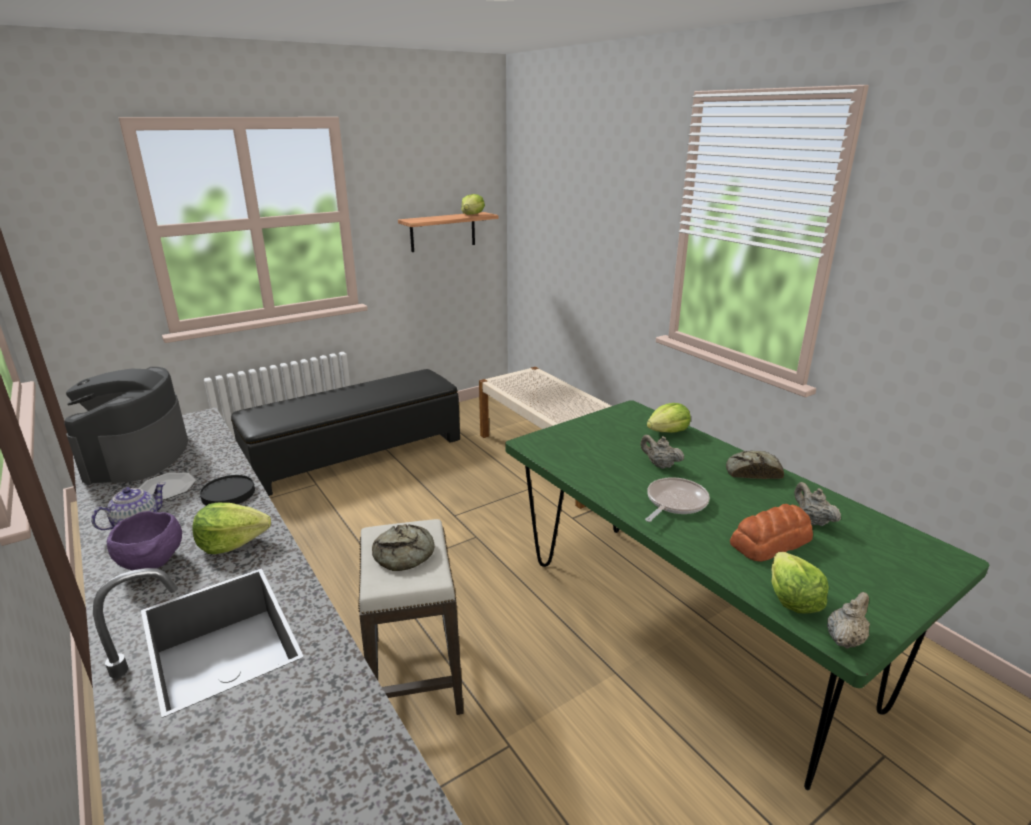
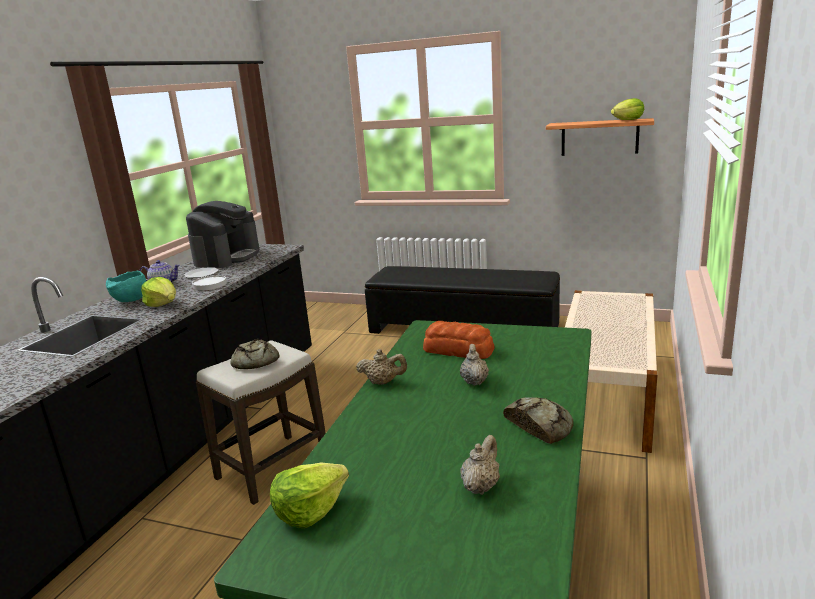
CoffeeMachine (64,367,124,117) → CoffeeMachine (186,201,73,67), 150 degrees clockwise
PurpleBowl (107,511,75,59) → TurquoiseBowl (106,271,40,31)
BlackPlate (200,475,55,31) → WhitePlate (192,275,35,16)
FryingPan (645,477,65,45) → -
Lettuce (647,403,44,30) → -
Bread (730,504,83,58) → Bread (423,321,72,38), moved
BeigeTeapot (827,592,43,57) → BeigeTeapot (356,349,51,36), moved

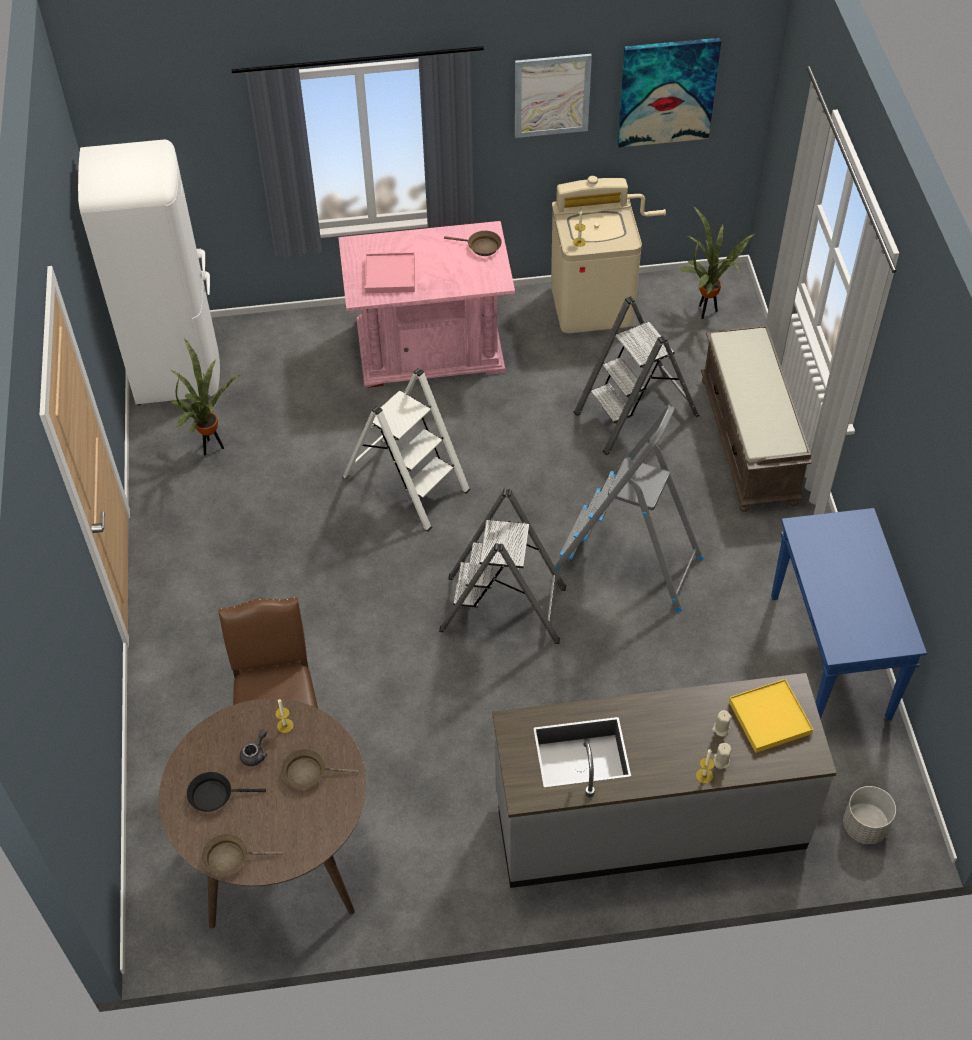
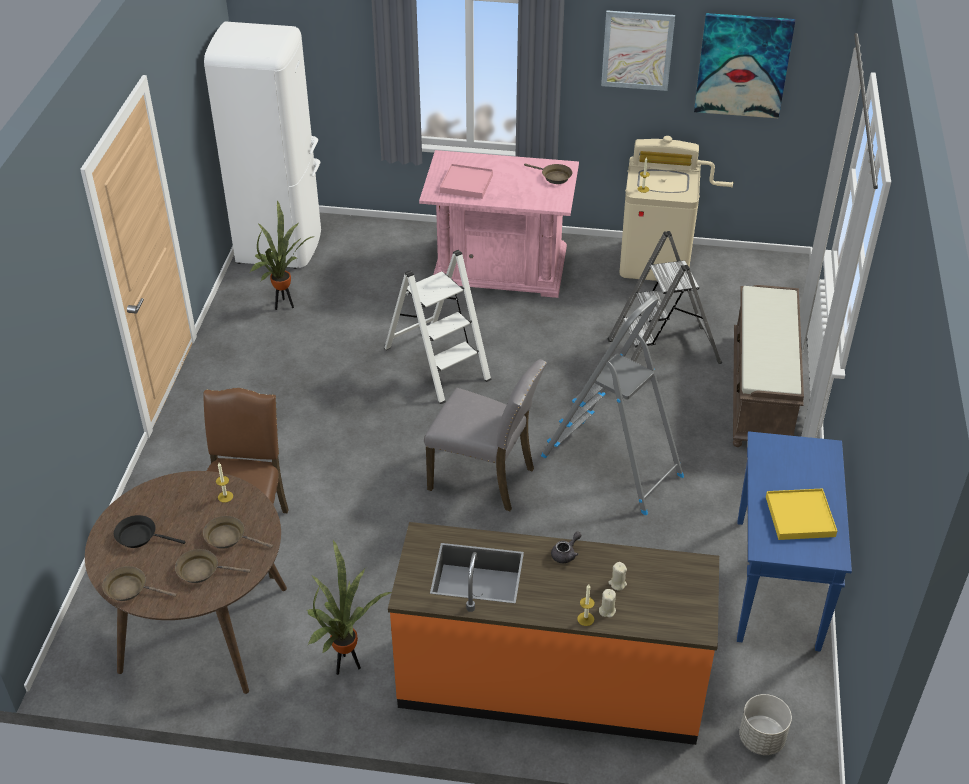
GreyTeapot (240,729,27,37) → GreyTeapot (551,531,31,32), moved
GreyStepLadder (439,489,127,155) → GreyChair (424,359,123,152)
GreyCounter (492,673,345,215) → OrangeCounter (388,522,331,223)
PottedPlant (679,206,76,113) → PottedPlant (307,540,85,135), moved
YellowTray (729,679,84,74) → YellowTray (766,488,71,52), moved
- → BrownFryingPan (175,549,75,34)

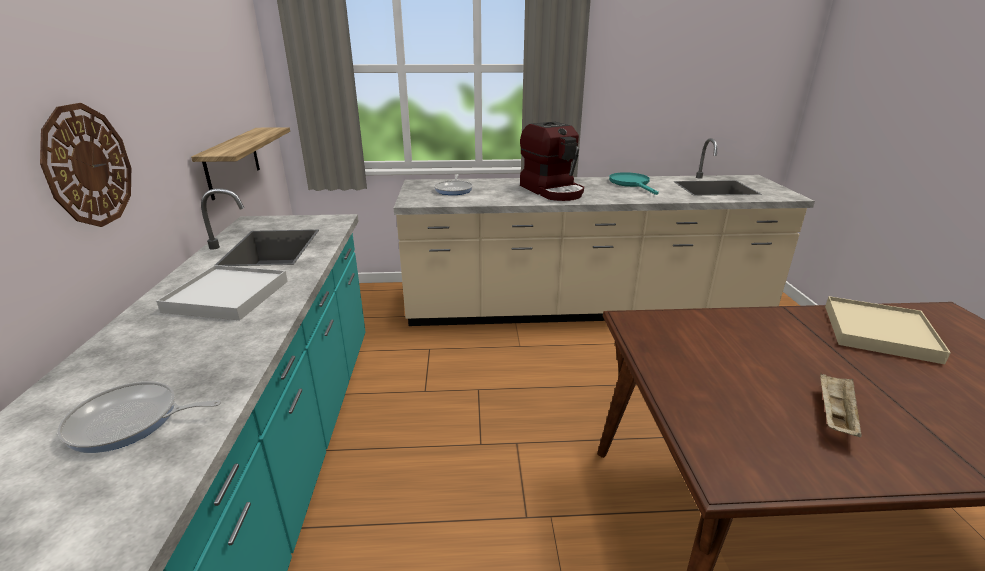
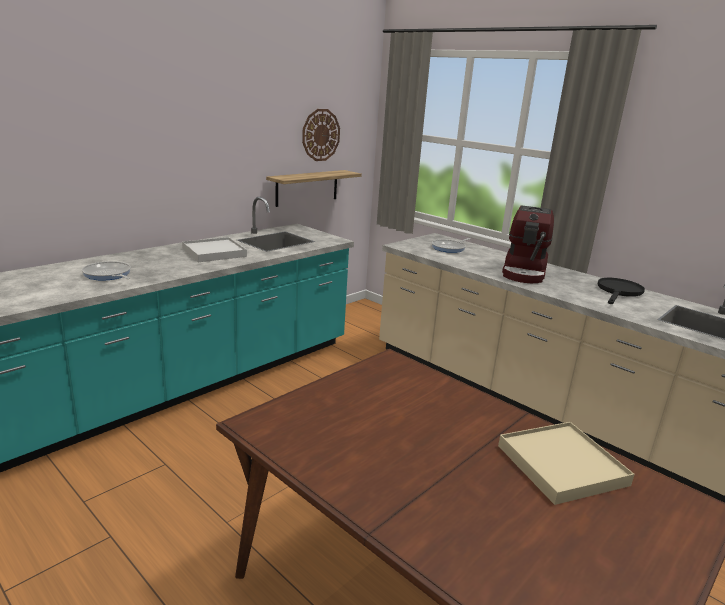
WallClock (40,103,91,124) → WallClock (302,109,38,52), moved
TurquoiseFryingPan (609,172,50,23) → BlackFryingPan (598,278,47,26)
BeigeTray (820,374,42,63) → -

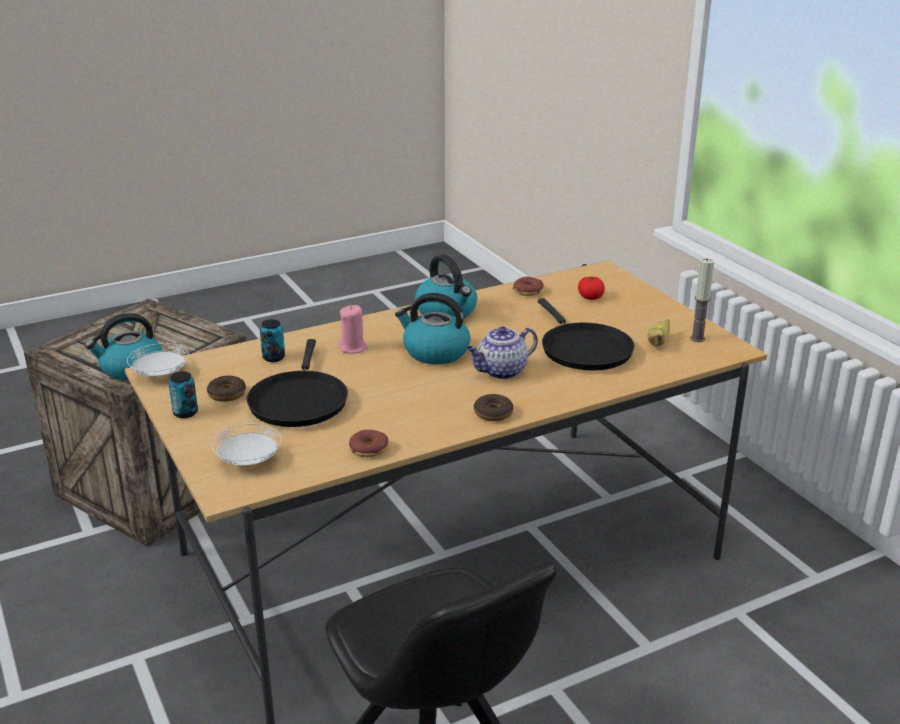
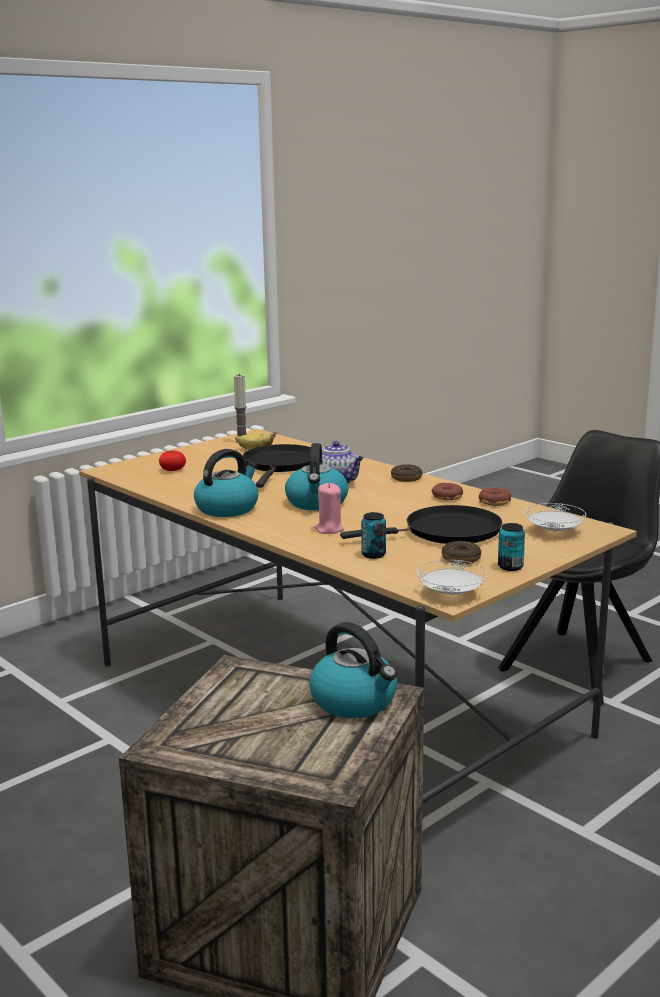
Donut (513,277,31,19) → Donut (432,483,31,17), moved
BlackFryingPan (538,298,97,73) → BlackFryingPan (243,444,68,43), 45 degrees counterclockwise

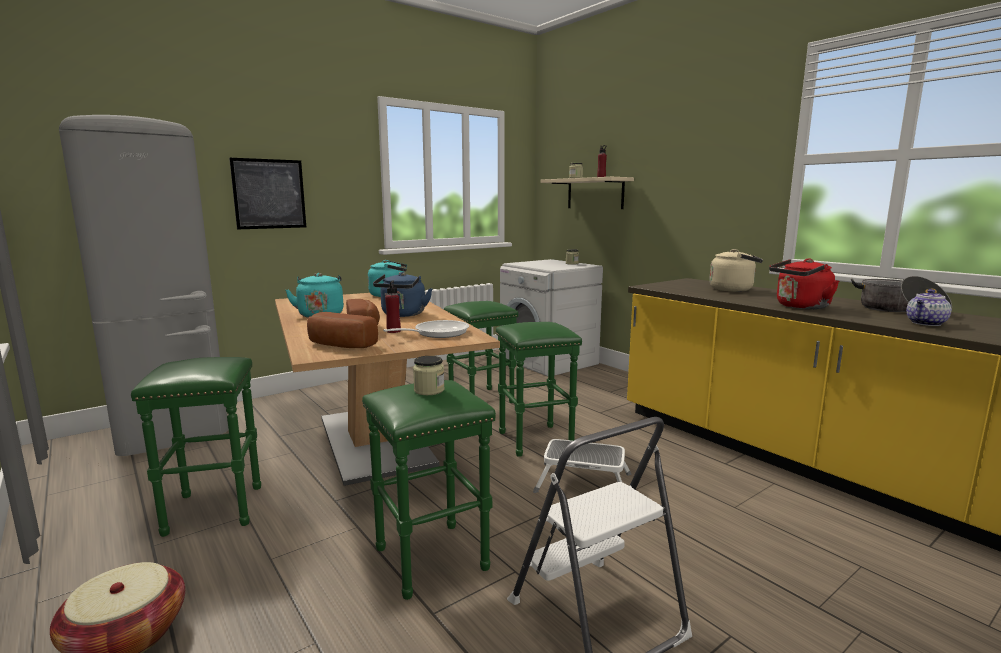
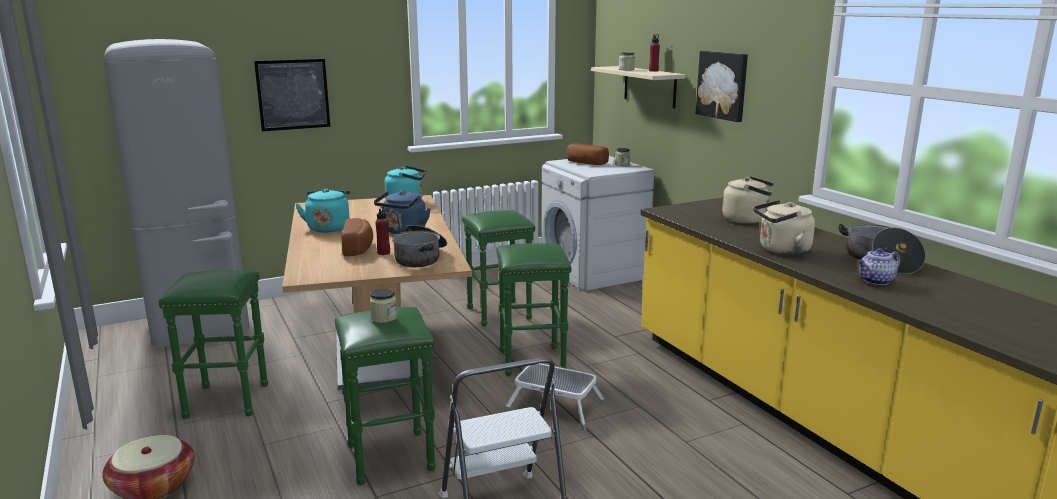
Bread (307,312,71,36) → Bread (567,143,42,22), moved
FryingPan (383,320,86,18) → CookingPot (392,225,55,42)
RedKettle (769,258,70,51) → BeigeKettle (753,200,62,55)
- → Picture (696,51,52,71)

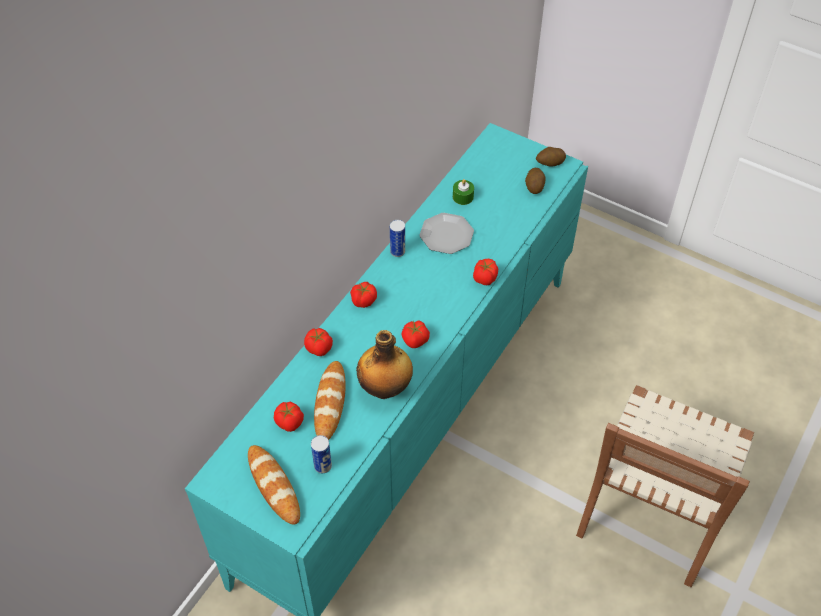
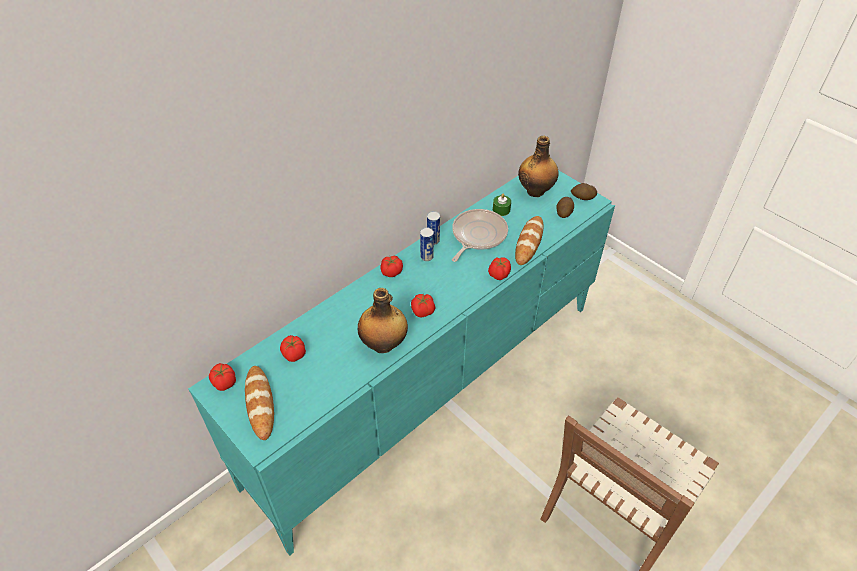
Tomato (304,328,29,28) → Tomato (209,363,27,28), moved
Can (311,435,21,38) → Can (420,228,14,33), moved
Bread (314,361,32,79) → Bread (515,216,29,49), moved
Plate (420,213,54,41) → FryingPan (452,209,56,53)
- → Bottle (518,136,41,61)

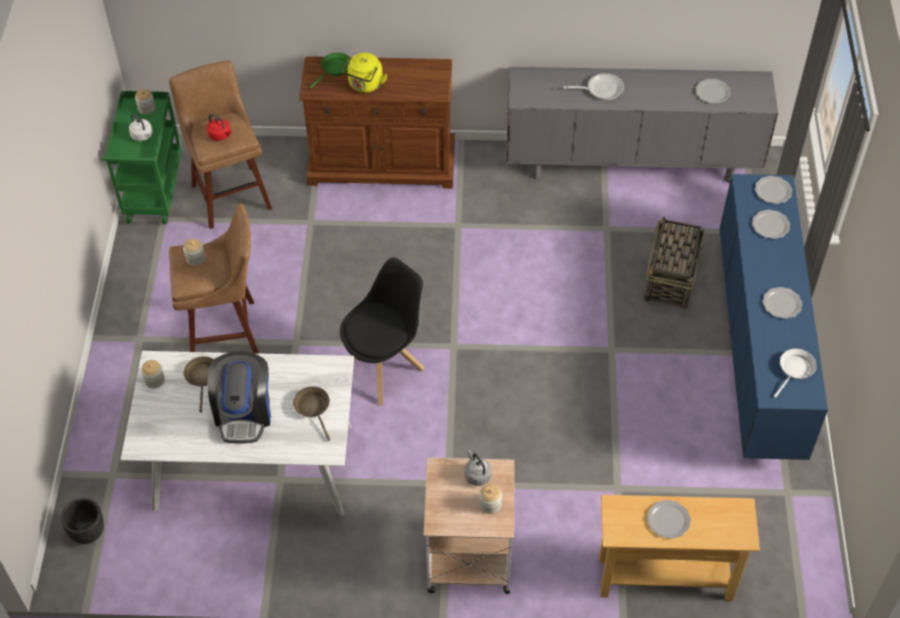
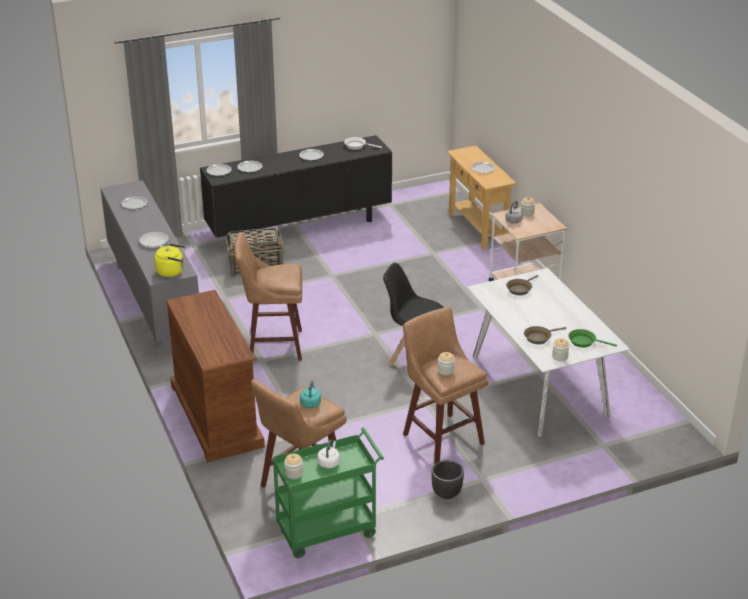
BlackPlanter (61,498,43,46) → BlackPlanter (431,460,33,39), moved
RedKettle (207,114,25,27) → TurquoiseKettle (300,380,21,28)
CoffeeMachine (208,351,63,92) → -
GreenFryingPan (309,52,40,37) → GreenFryingPan (568,329,49,19), moved
YellowKettle (342,53,45,40) → YellowKettle (154,243,32,34), moved
BlueCabinet (720,174,108,286) → BlackCabinet (200,135,192,103)
- → BrownStool (234,232,68,129)

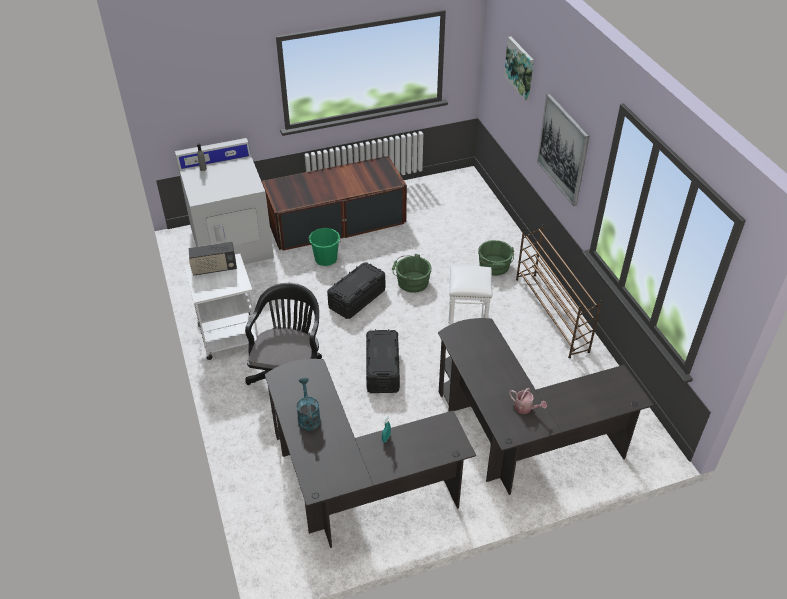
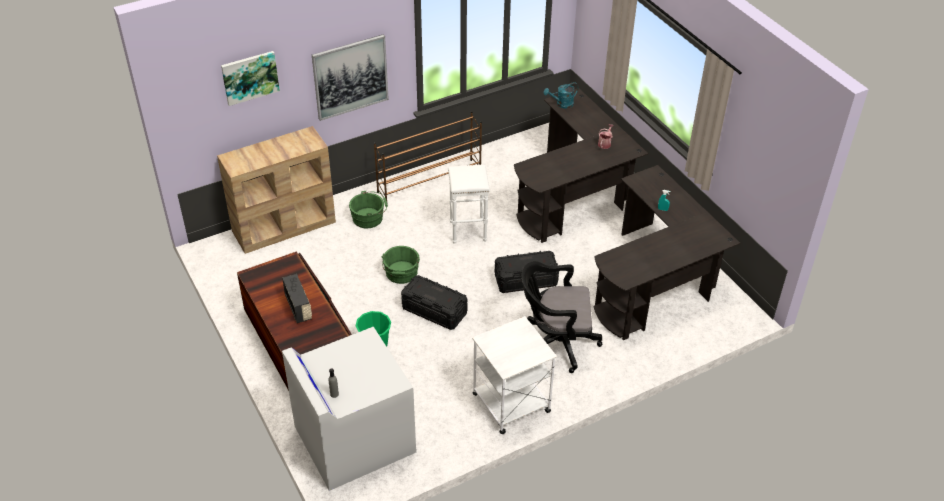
Radio (189,242,48,34) → Radio (282,274,30,49), moved
TurquoiseWateringCan (296,378,25,53) → TurquoiseWateringCan (544,82,35,26), moved
- → BrownBookcase (217,126,119,128)

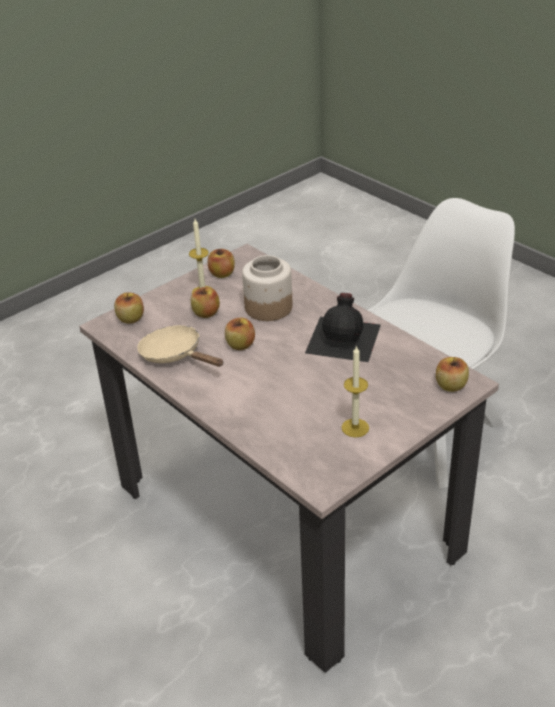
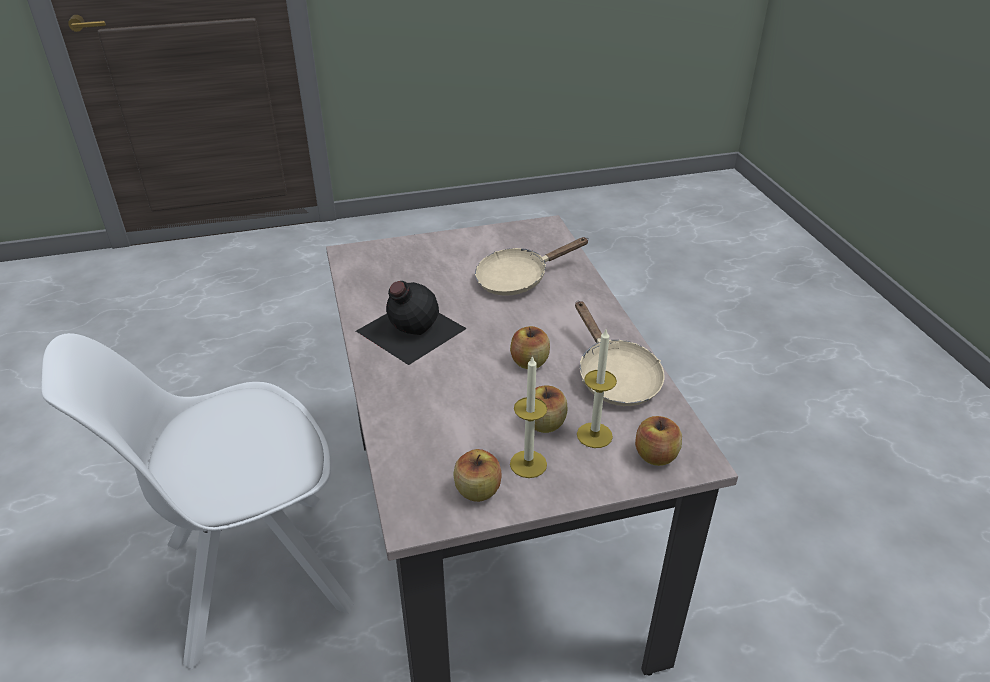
Jar (242,255,51,66) → -
Candle (341,345,28,93) → Candle (577,329,40,119), moved
Apple (436,357,33,35) → -
- → BeigeFryingPan (475,237,114,59)

